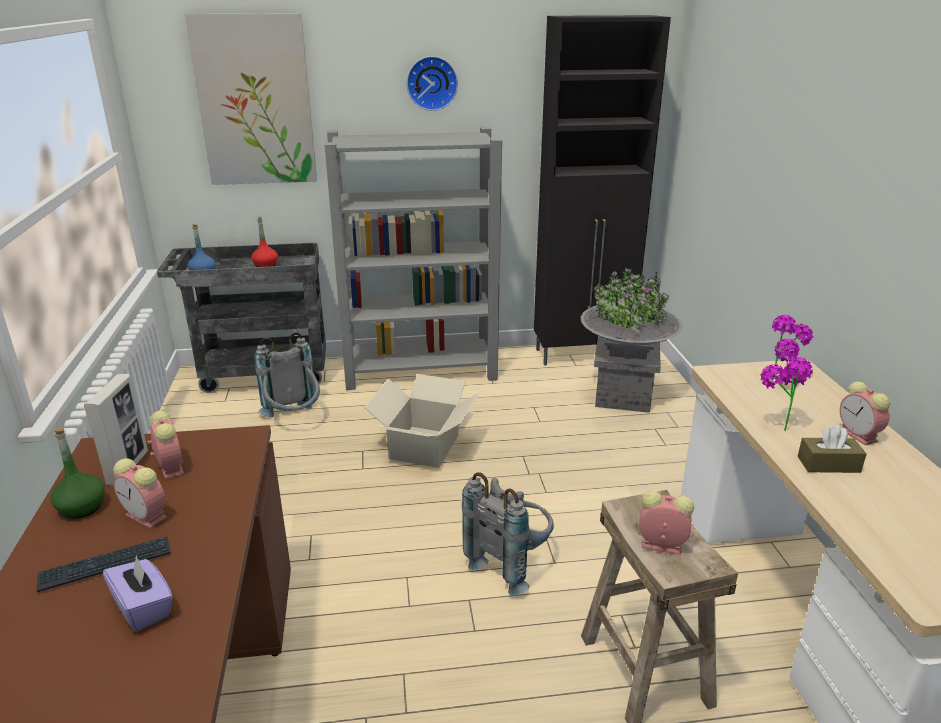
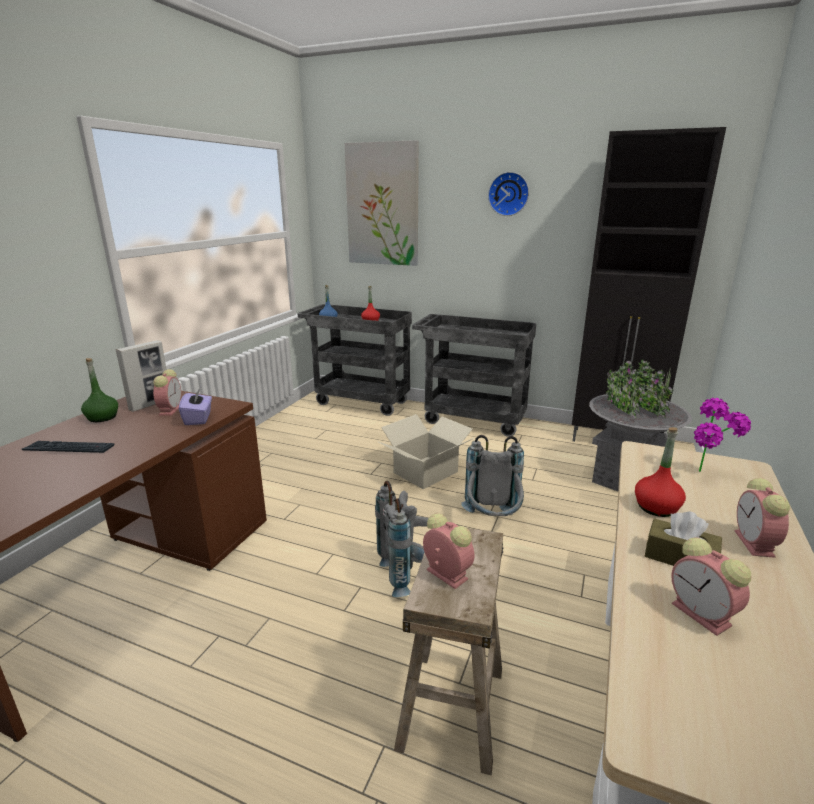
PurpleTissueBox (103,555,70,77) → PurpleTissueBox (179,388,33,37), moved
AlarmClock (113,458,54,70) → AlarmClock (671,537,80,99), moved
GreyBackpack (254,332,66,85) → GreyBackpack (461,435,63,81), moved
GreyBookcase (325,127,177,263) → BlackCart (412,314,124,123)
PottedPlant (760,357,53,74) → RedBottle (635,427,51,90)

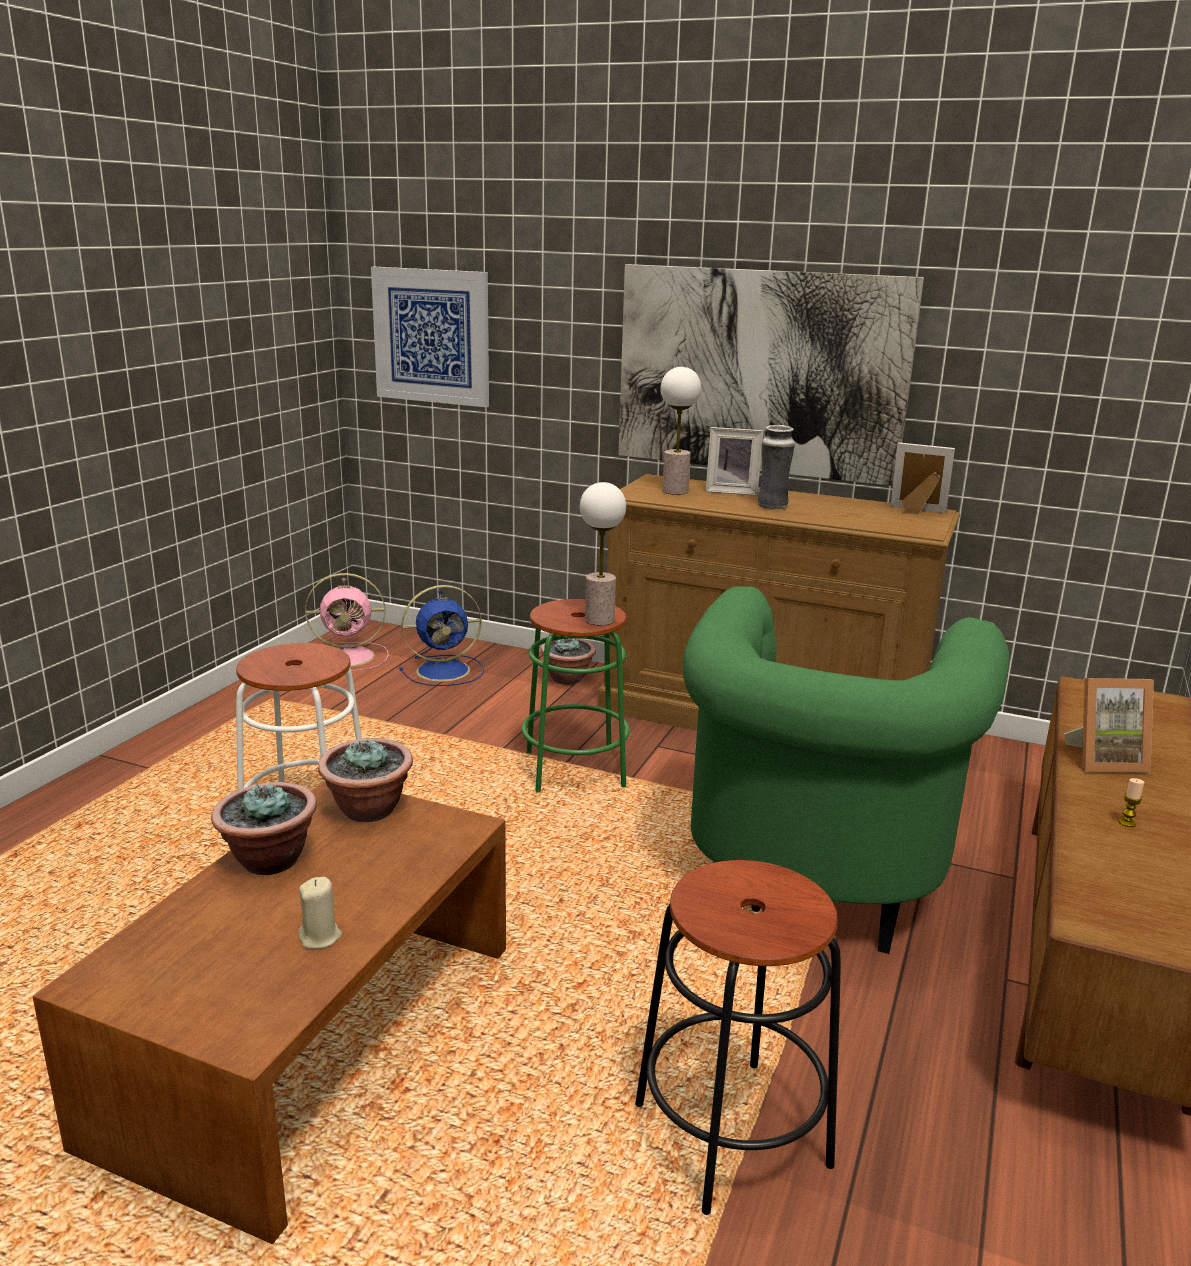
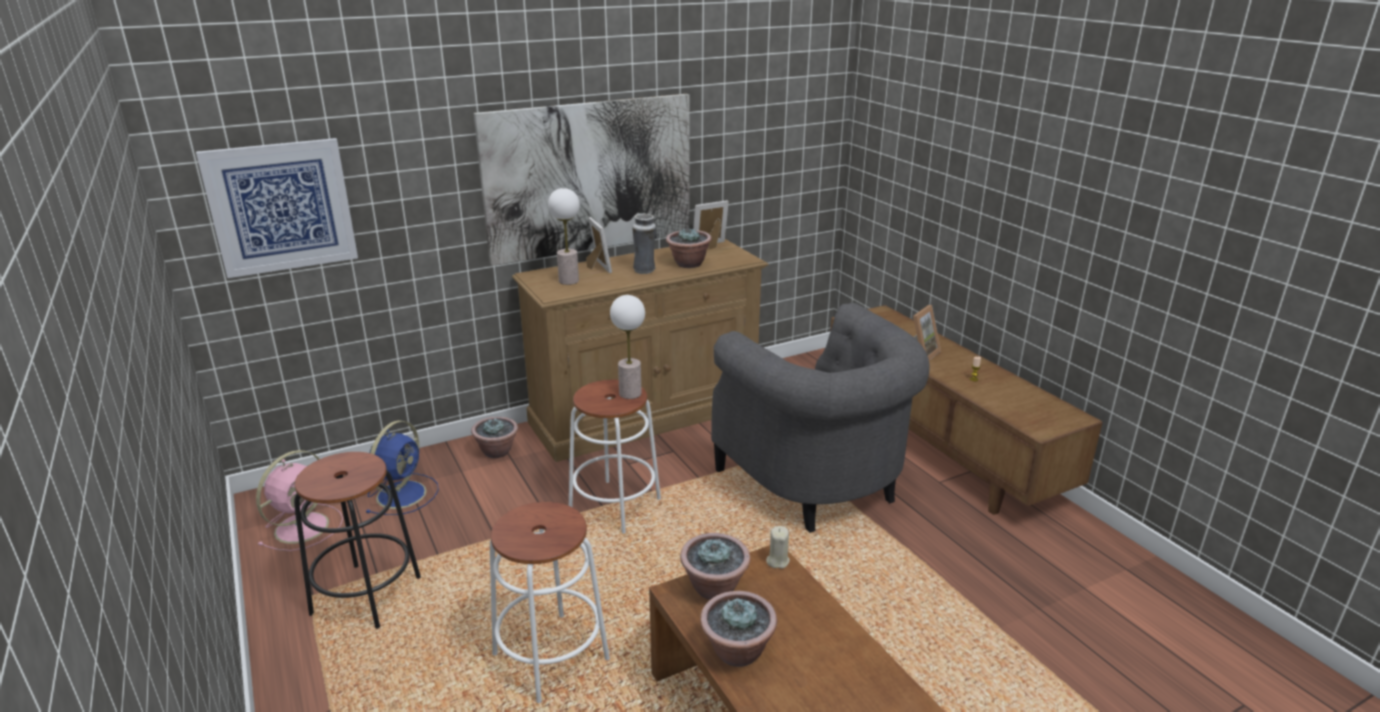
BeigeCandle (298,877,44,72) → BeigeCandle (766,526,24,42), moved
GreenStool (522,599,108,194) → WhiteStool (569,380,92,154)
BlackStool (635,860,206,355) → BlackStool (294,452,127,177), moved
GreenArmchair (683,586,326,368) → GreyArmchair (711,303,218,230)
PictureFrame (705,427,58,69) → PictureFrame (586,217,26,56), 75 degrees counterclockwise
- → PottedPlant (666,228,46,40)

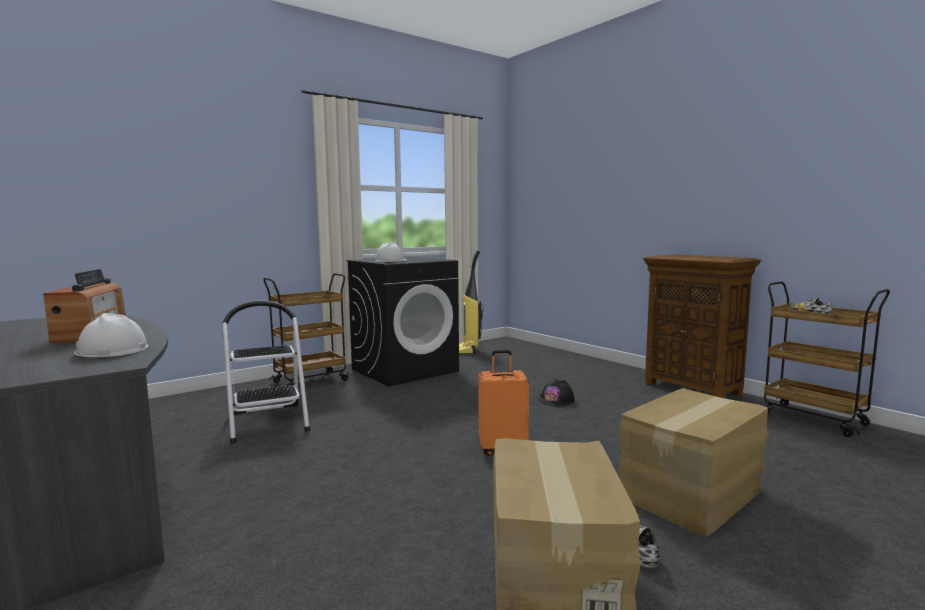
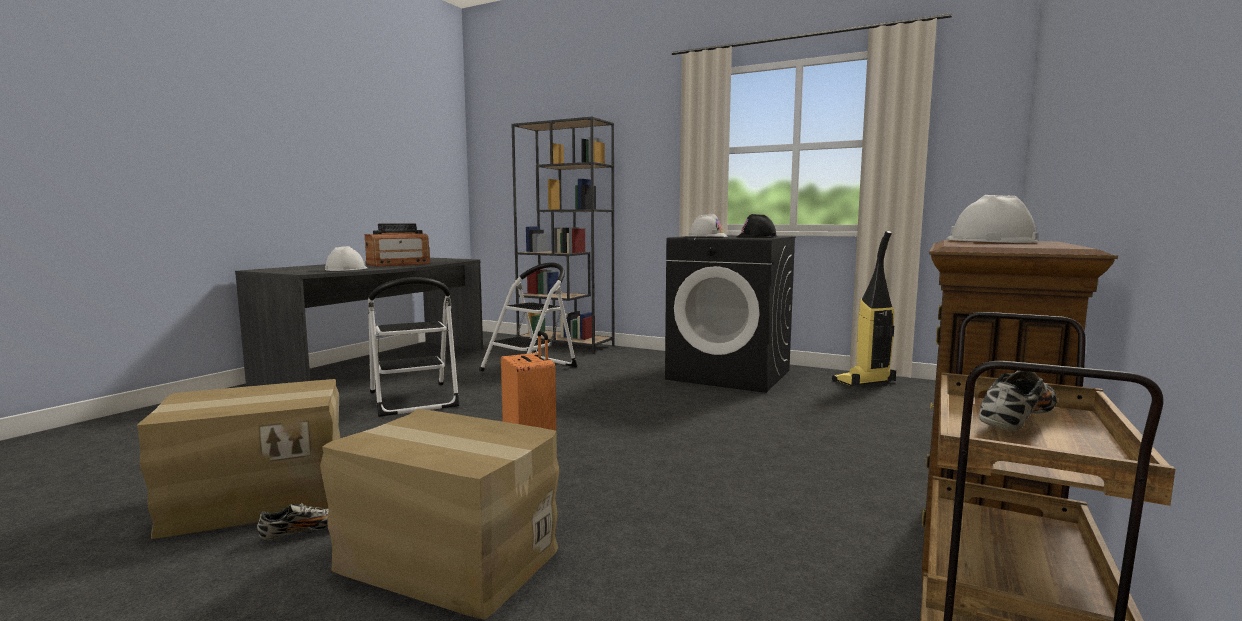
BrownCart (264,273,87,112) → -
BlackHardHat (539,379,36,27) → BlackHardHat (736,214,42,23), moved
- → StepLadder (368,277,91,140)
- → Bookcase (512,117,102,237)
- → WhiteHardHat (946,195,92,48)

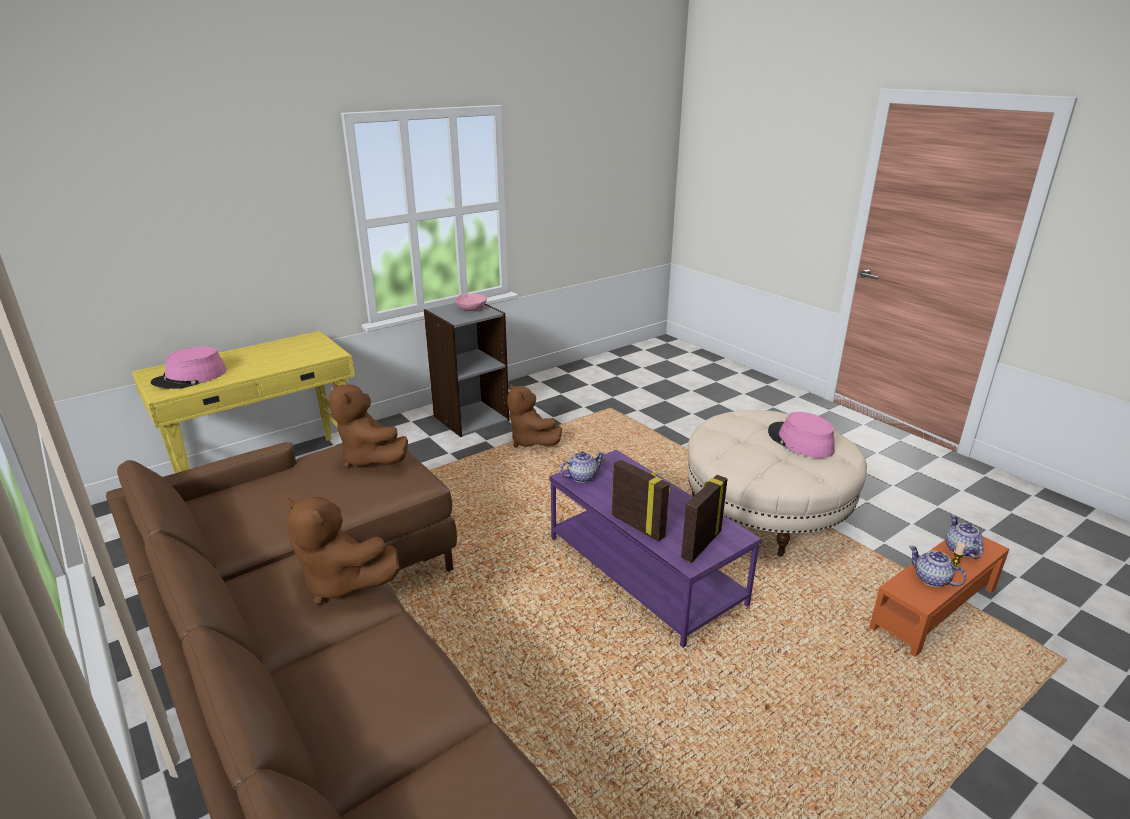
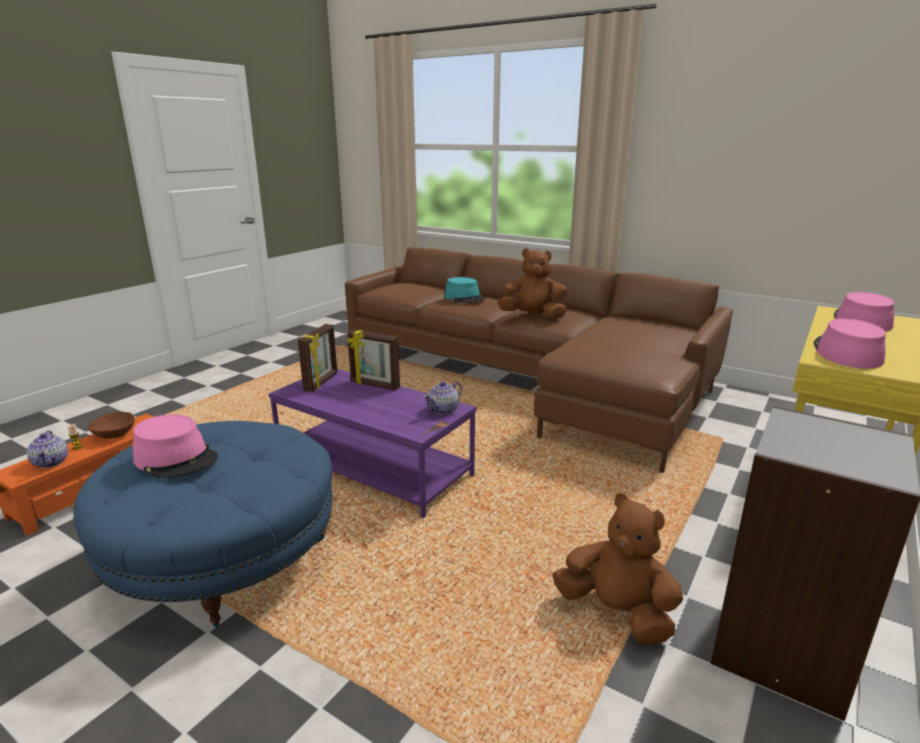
BrownPlushToy (329,381,79,87) → -
PinkBowl (455,294,32,17) → -
BeigeOttoman (687,410,180,147) → BlueOttoman (73,421,260,206)
Teapot (909,545,57,42) → BrownBowl (88,412,47,27)
- → TurquoiseHat (444,277,42,26)
- → PinkHat (814,318,72,51)

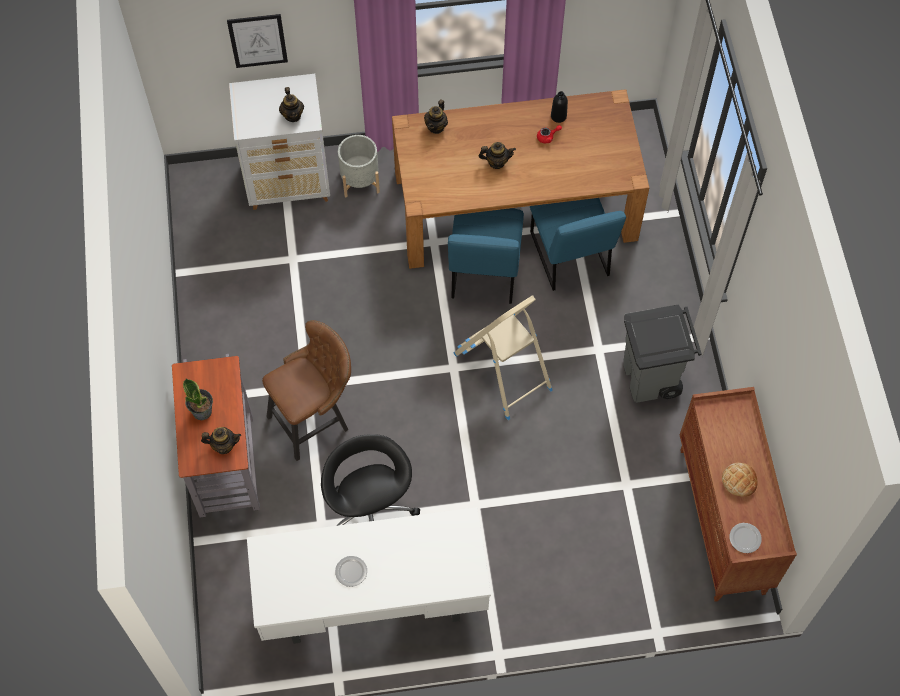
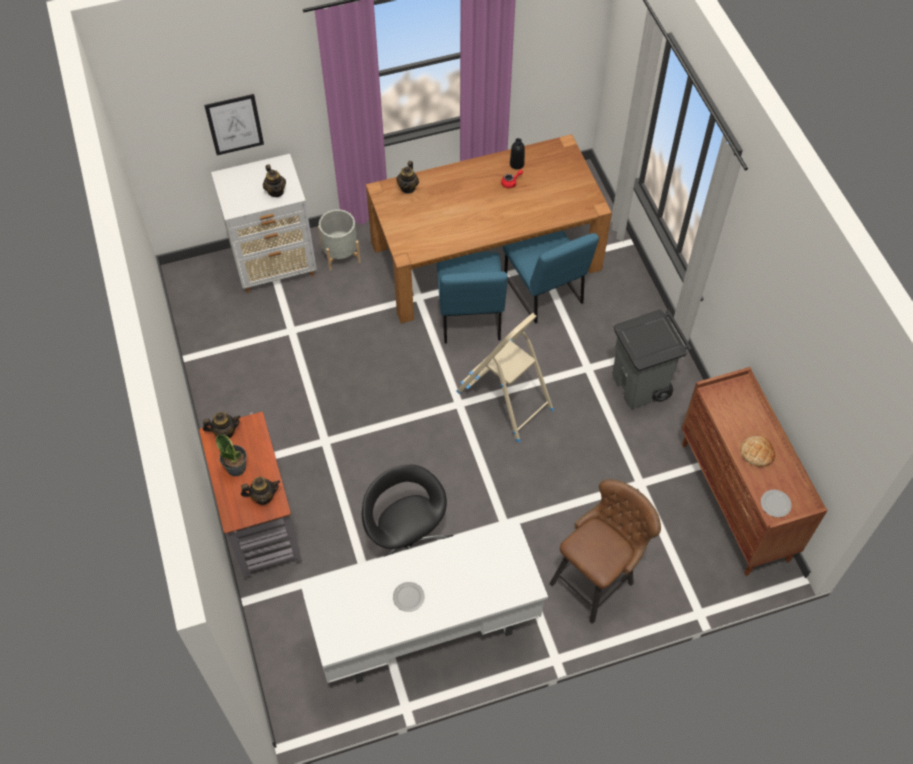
BrownStool (262,320,89,141) → BrownStool (549,479,112,145), moved
Teapot (478,142,38,27) → Teapot (203,412,38,26), moved

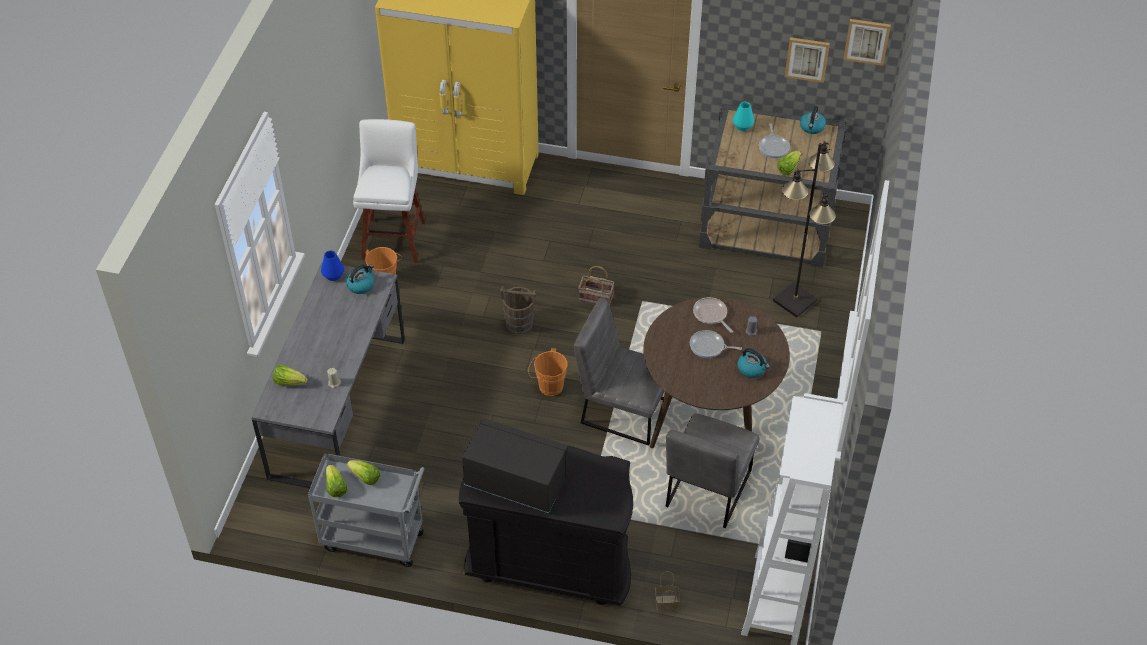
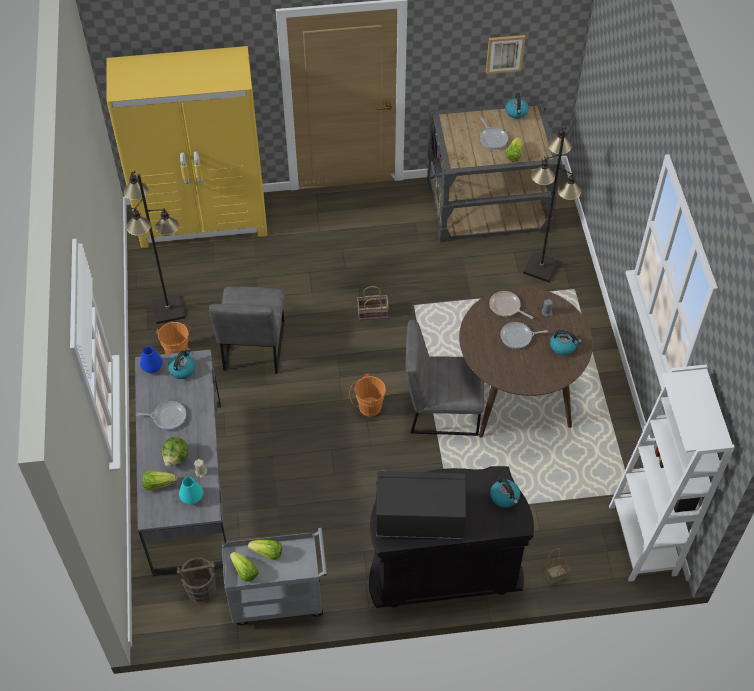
WhiteStool (353,119,73,144) → BlackFloorLamp (124,171,61,153)
BrownBucket (500,286,36,48) → BrownBucket (177,557,39,46), moved
GreyChair (665,413,95,115) → GreyChair (209,286,76,88), moved
TurquoiseVase (733,102,21,29) → TurquoiseVase (179,477,24,28), moved
Picture (843,19,48,47) → -
- → FryingPan (136,401,50,29)
- → Lettuce (162,437,26,30)
- → Kettle (490,477,30,31)

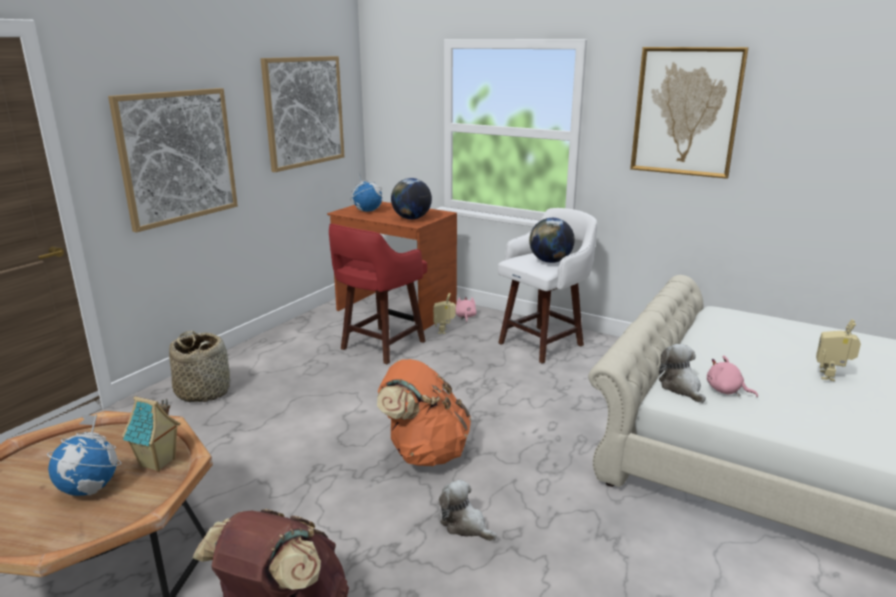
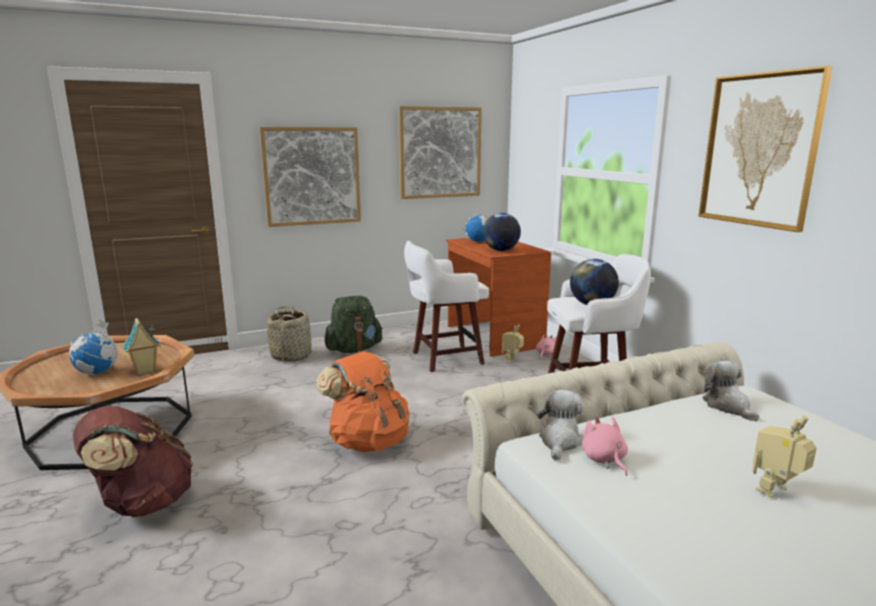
RedStool (329,224,98,140) → WhiteStool (404,241,85,131)
PlushToy (439,480,58,61) → PlushToy (702,361,57,60), moved
- → GreenBackpack (325,296,58,57)

